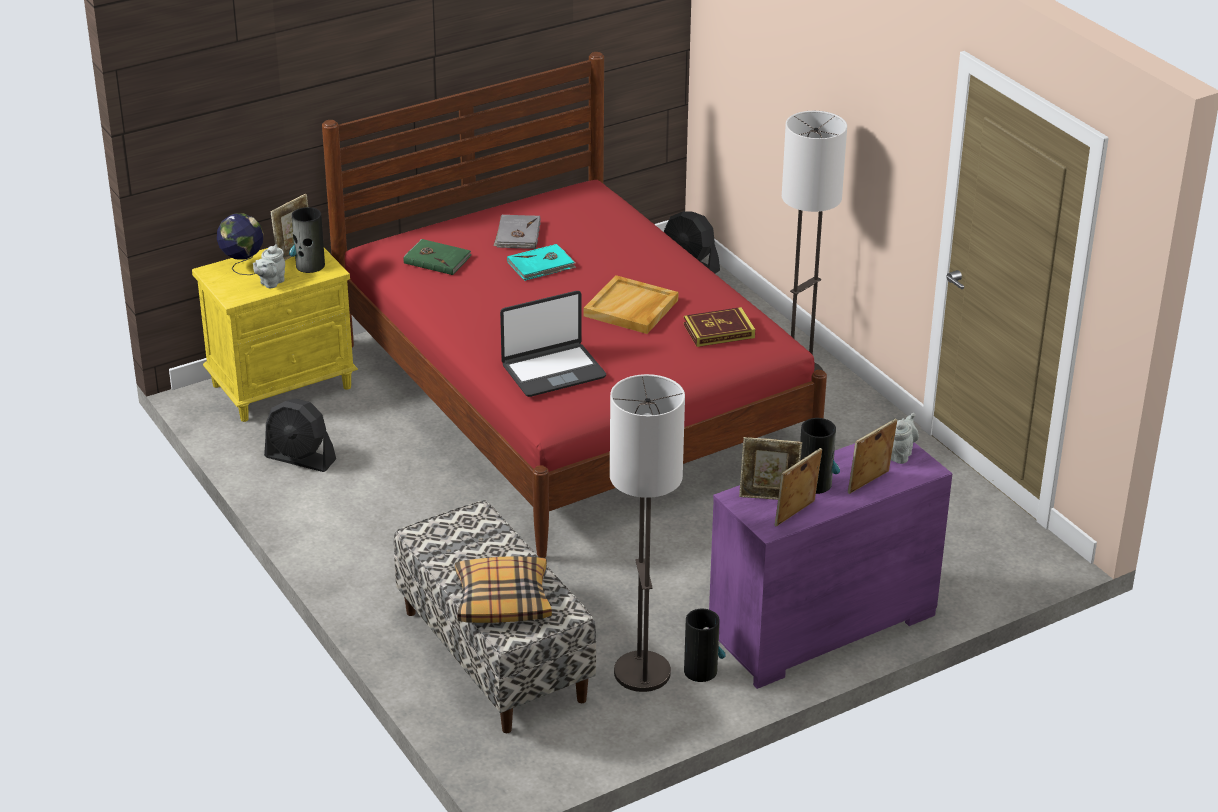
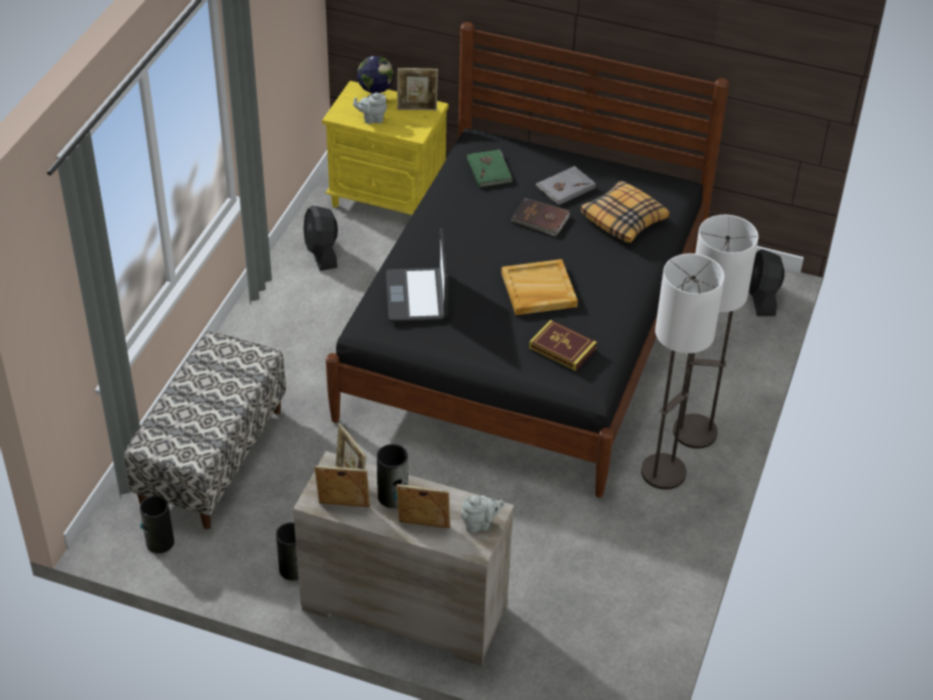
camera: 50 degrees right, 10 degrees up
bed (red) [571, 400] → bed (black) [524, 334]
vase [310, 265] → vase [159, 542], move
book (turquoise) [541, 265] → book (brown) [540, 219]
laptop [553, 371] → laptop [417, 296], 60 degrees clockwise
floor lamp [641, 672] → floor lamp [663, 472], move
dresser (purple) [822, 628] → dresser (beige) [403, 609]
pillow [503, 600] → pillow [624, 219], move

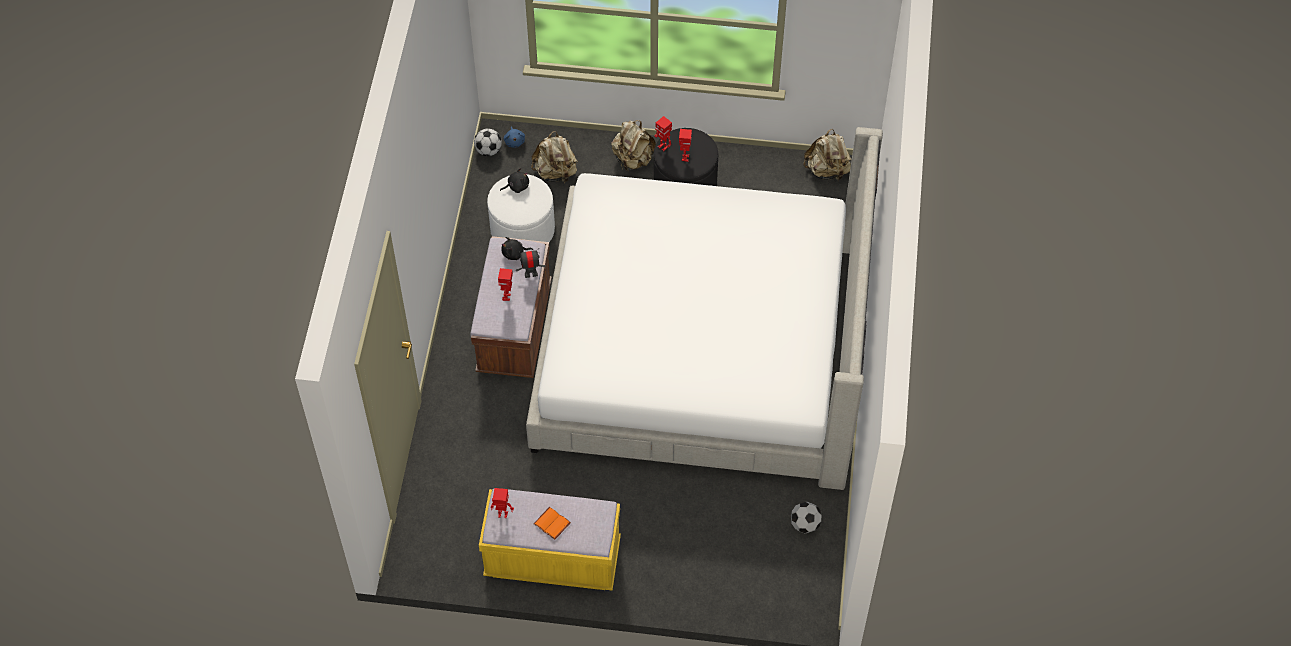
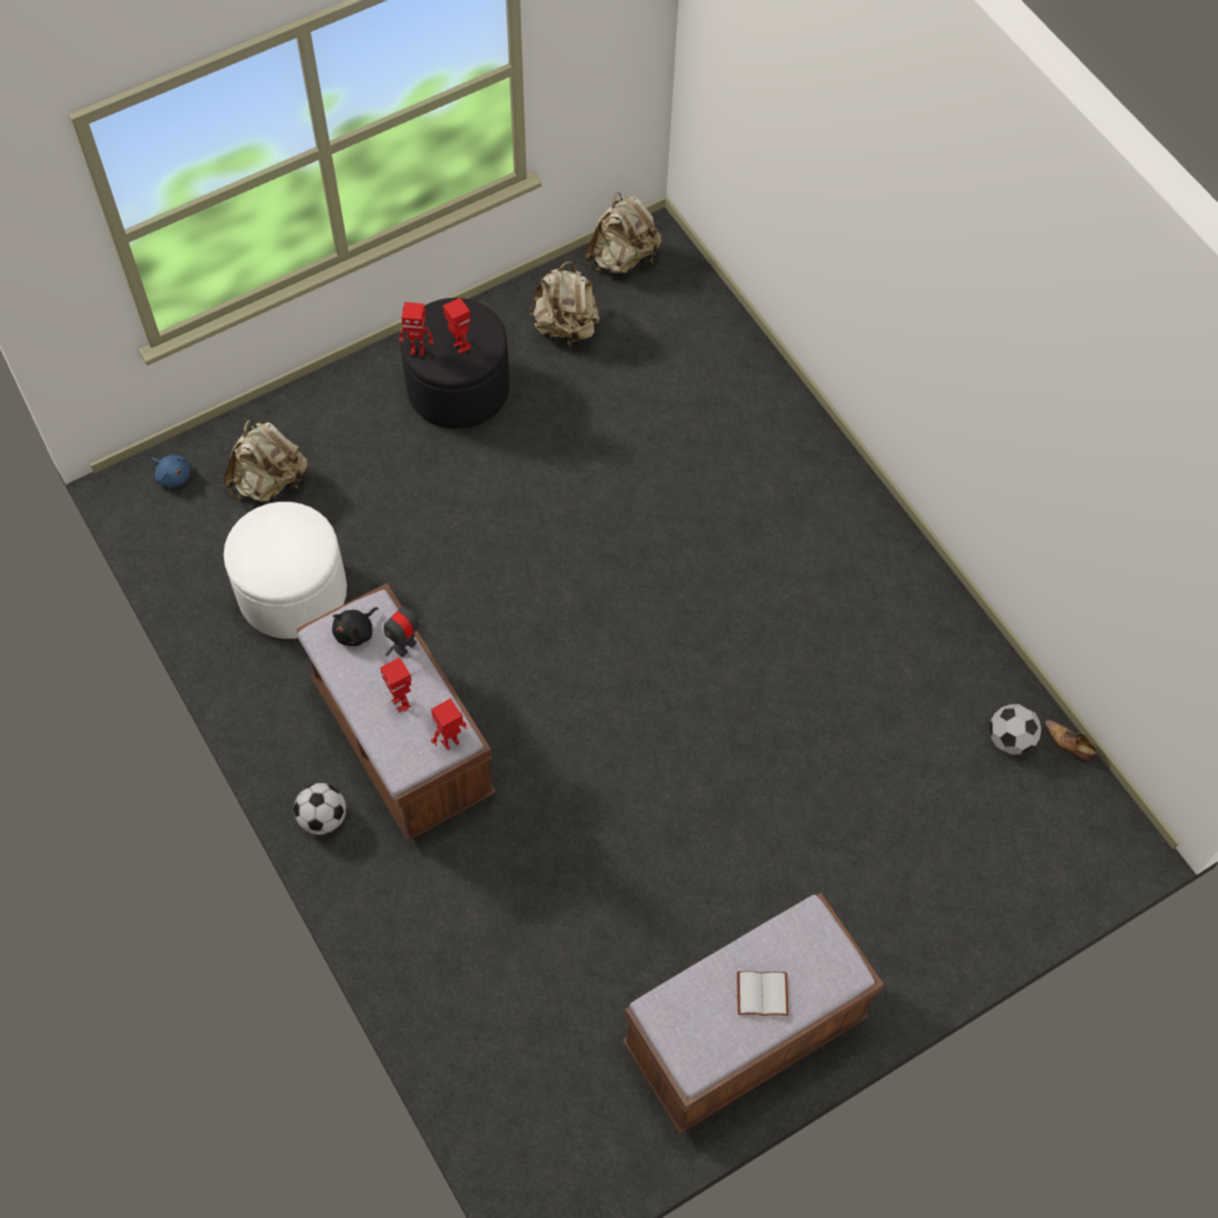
camera: 40 degrees left, 5 degrees up
backpack (beige) [633, 159] → backpack (beige) [566, 328], move
bed [702, 348] → -
football [488, 150] → football [323, 818], move
plush toy (black) [516, 186] → -
toy robot [502, 515] → toy robot [451, 743], move
bench (yellow) [552, 559] → bench (brown) [744, 1034]
book (orange) [553, 523] → book (white) [763, 992]
- → shoe [1068, 744]

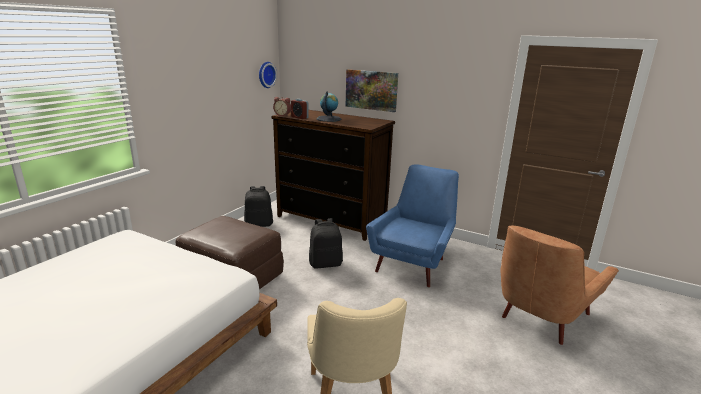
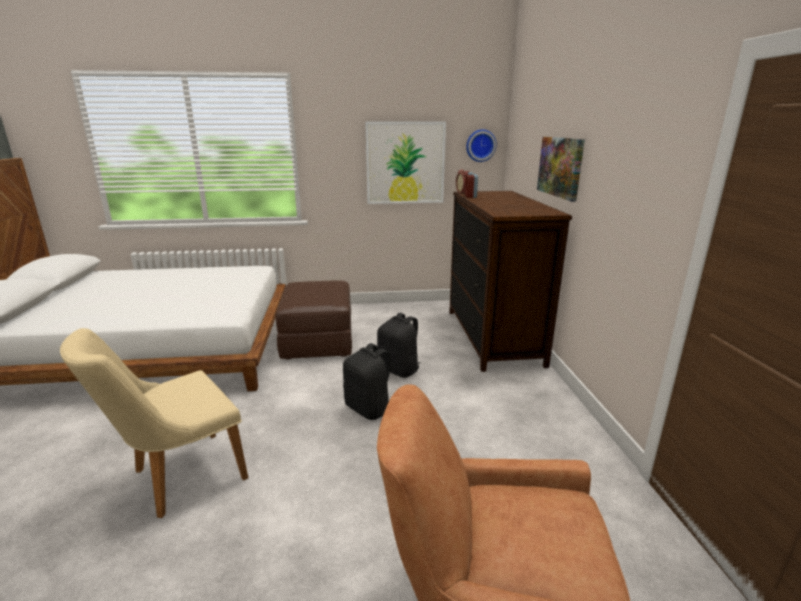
camera: 55 degrees right, 0 degrees up
globe [328, 119] → -
armchair (blue) [414, 262] → -
backpack (black) [259, 224] → backpack (black) [369, 408], move
- → picture [405, 163]

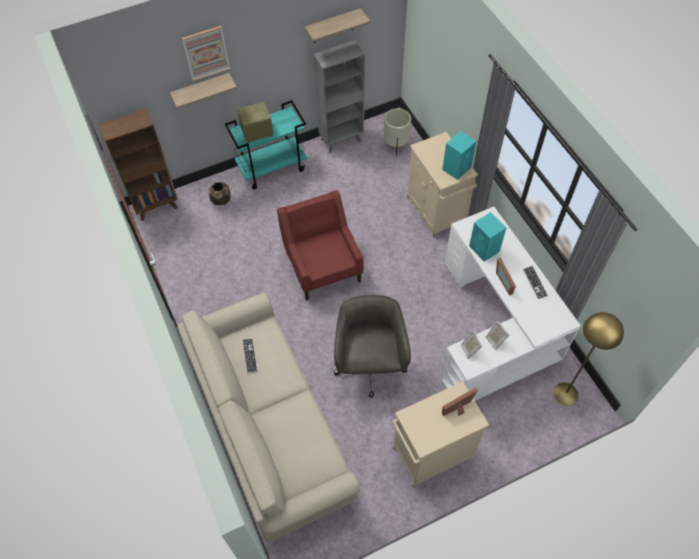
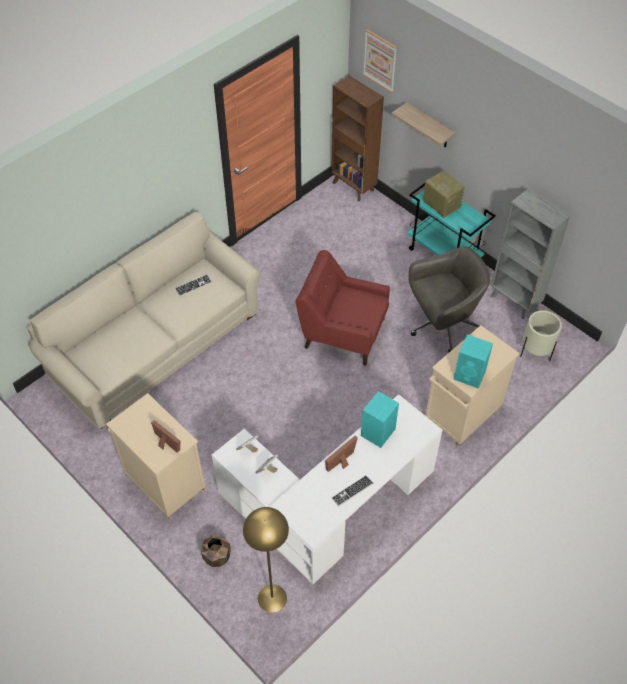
camera: 70 degrees right, 5 degrees down
shelf [333, 26] → -
picture [206, 53] → picture [380, 60], move
planter (brown) [221, 200] → planter (brown) [216, 556], move
armchair (red) [323, 266] → armchair (red) [343, 332], 120 degrees counterclockwise
office chair (grey) [370, 365] → office chair (grey) [442, 325], move

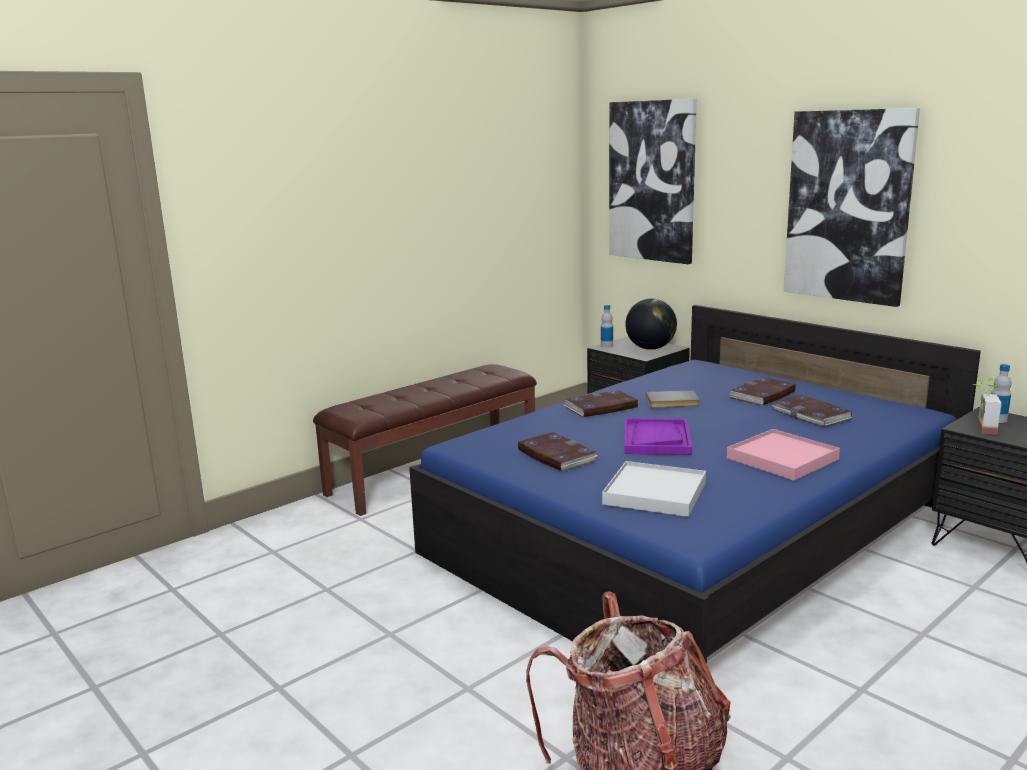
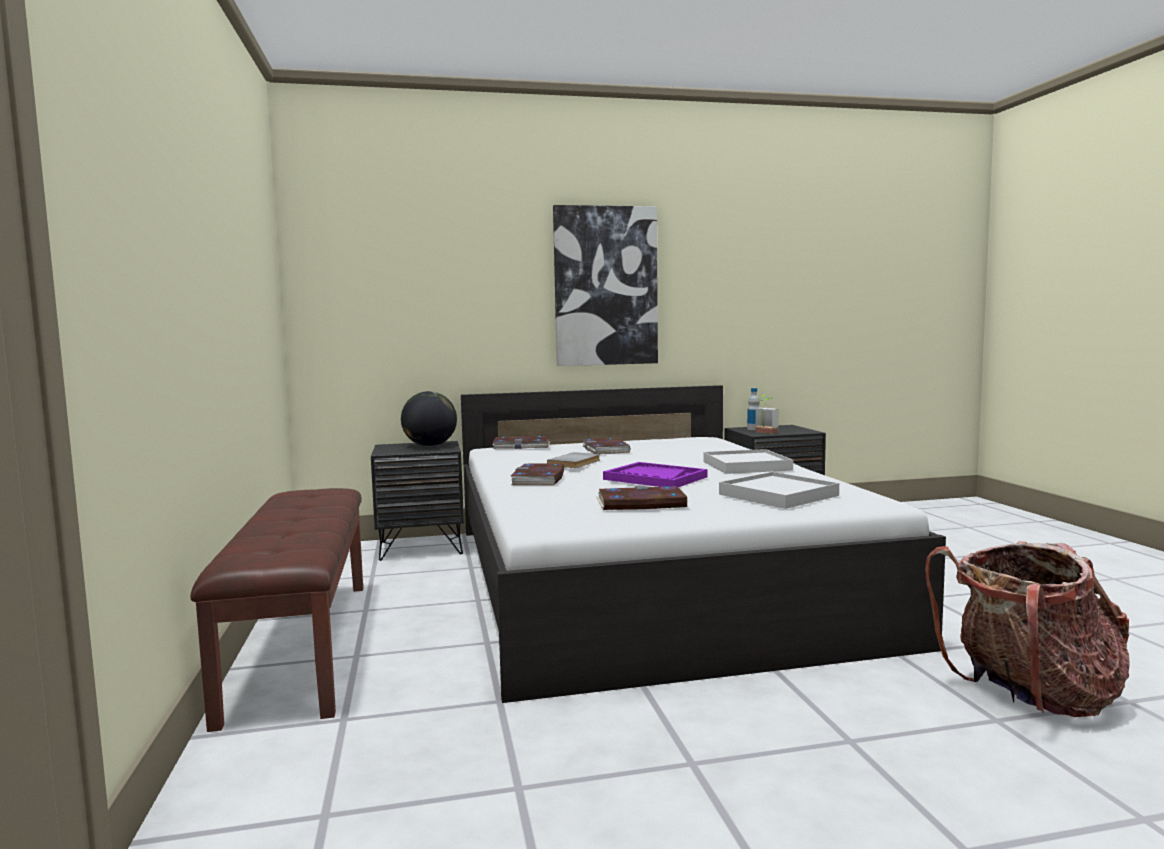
camera: 60 degrees left, 10 degrees down
picture [652, 181] → -
bed (blue) [693, 533] → bed (white) [646, 579]
bottle [607, 346] → -
book [811, 414] → book [522, 446], move
tray (pink) [782, 458] → tray (white) [746, 466]

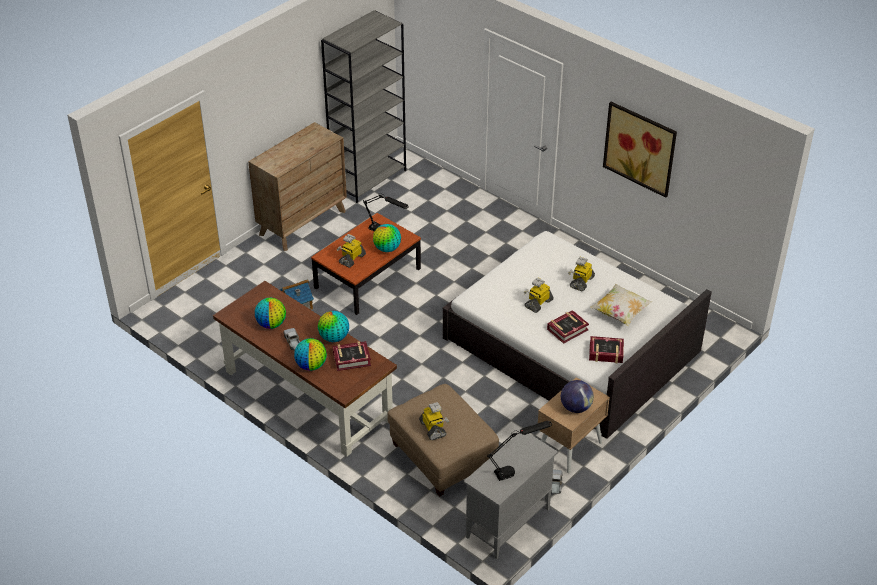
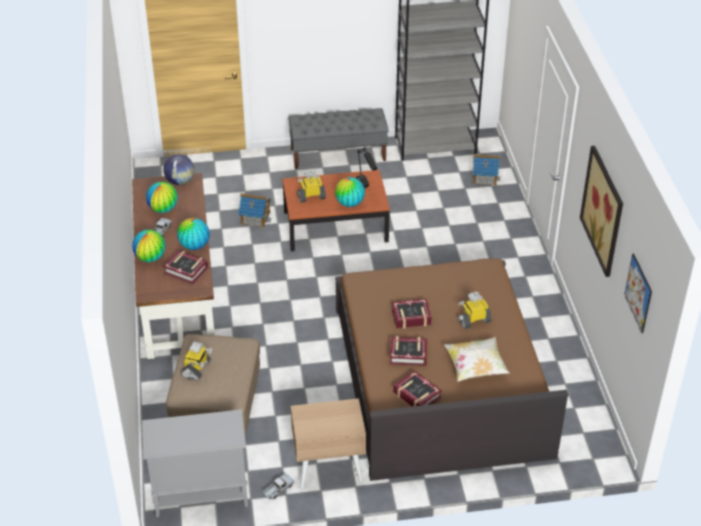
camera: 40 degrees right, 0 degrees up
dresser (brown) [302, 222] → bench (grey) [338, 154]
bed (white) [571, 345] → bed (brown) [439, 380]
toy robot [538, 303] → book [411, 317]
globe [576, 407] → globe [180, 181], move
table lamp (black) [517, 469] → -
- → toy house [484, 177]
- → picture [638, 293]

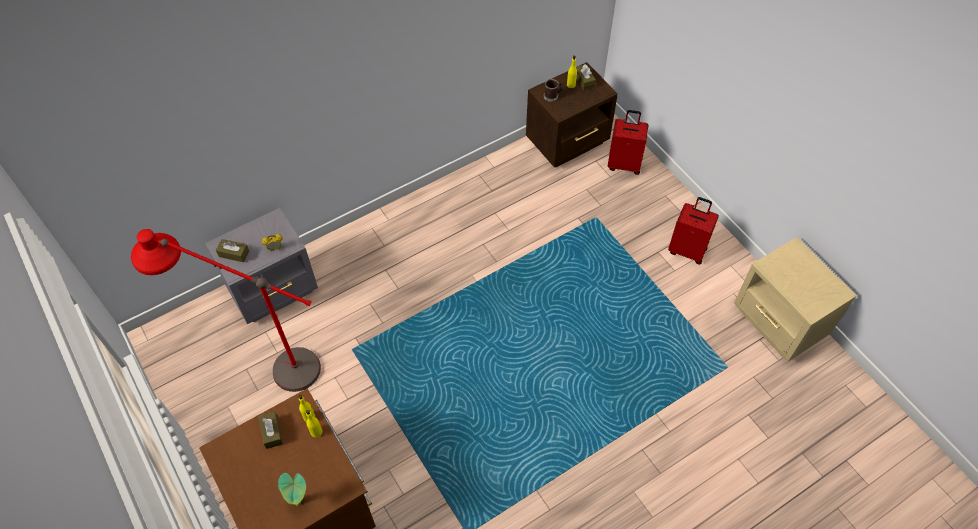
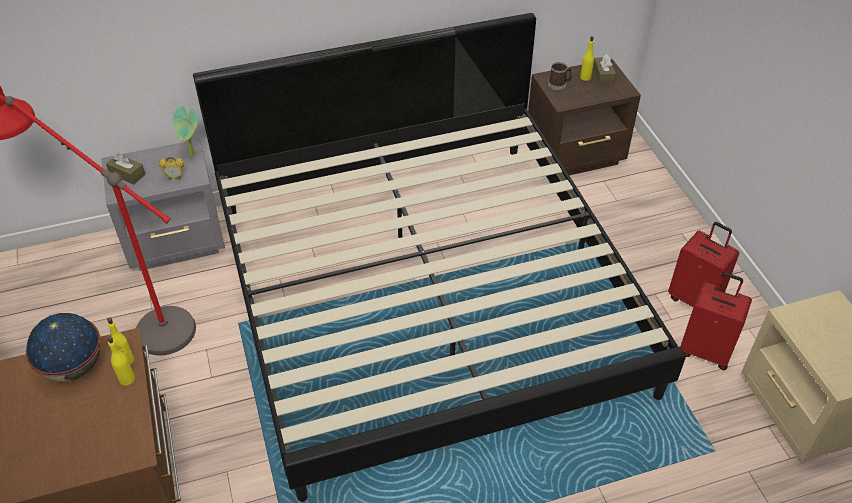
camera: 15 degrees right, 10 degrees down
suitcase (red) [624, 164] → suitcase (red) [706, 350], move
tissue box (brown) [272, 432] → globe [74, 367]
potted plant [300, 502] → potted plant [192, 155], move
- → bed [425, 294]

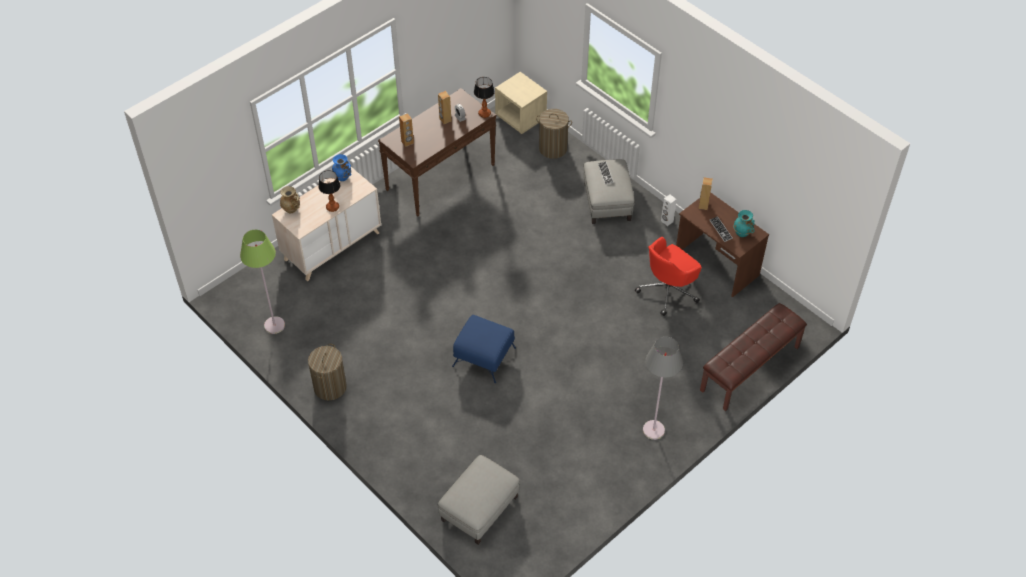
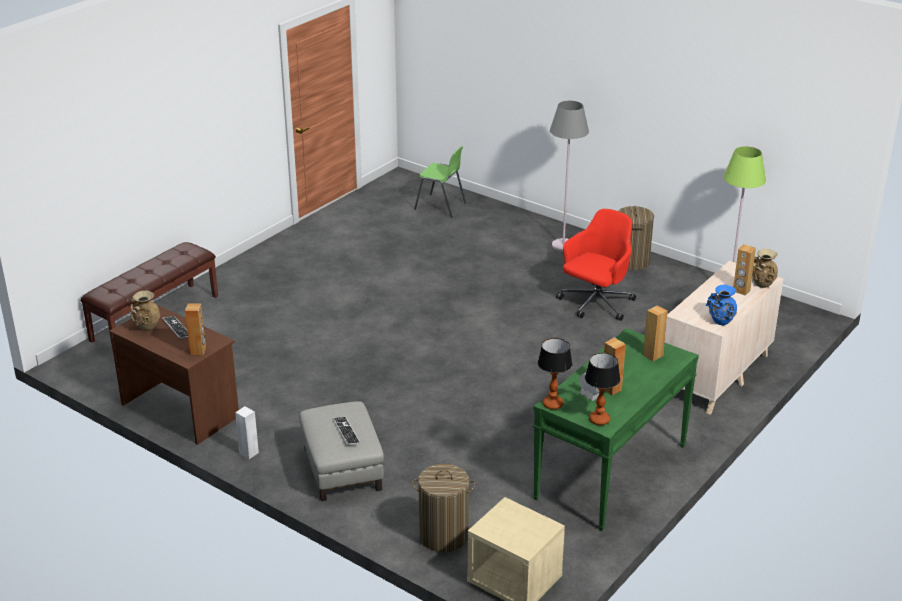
camera: 170 degrees right, 20 degrees down
console table (brown) [440, 177] → console table (green) [611, 472]
table lamp [333, 207] → table lamp [599, 420], move
vase (turquoise) [742, 233] → vase (beige) [146, 328]
office chair (red) [668, 290] → office chair (red) [595, 304], move
ottoman (blue) [484, 356] → -
floor lamp (grey) [653, 430] → floor lamp (grey) [563, 245], move
ottoman (grey) [479, 508] → chair (green) [440, 206]
- → speaker (brown) [741, 291]

